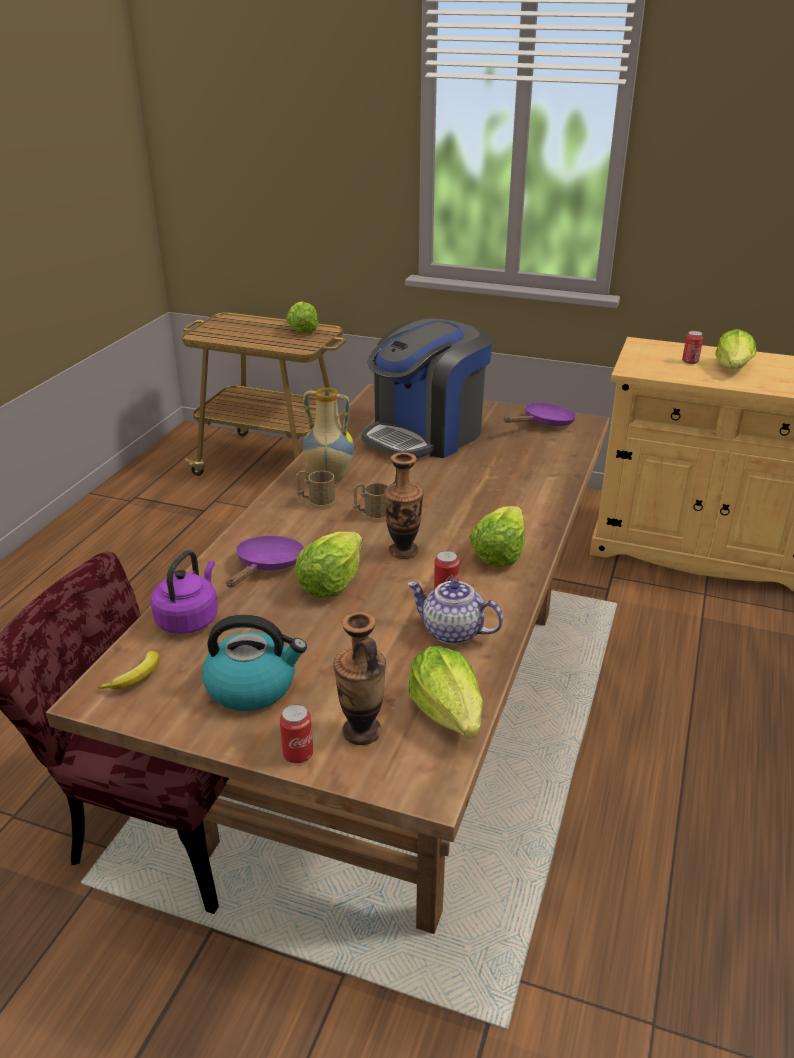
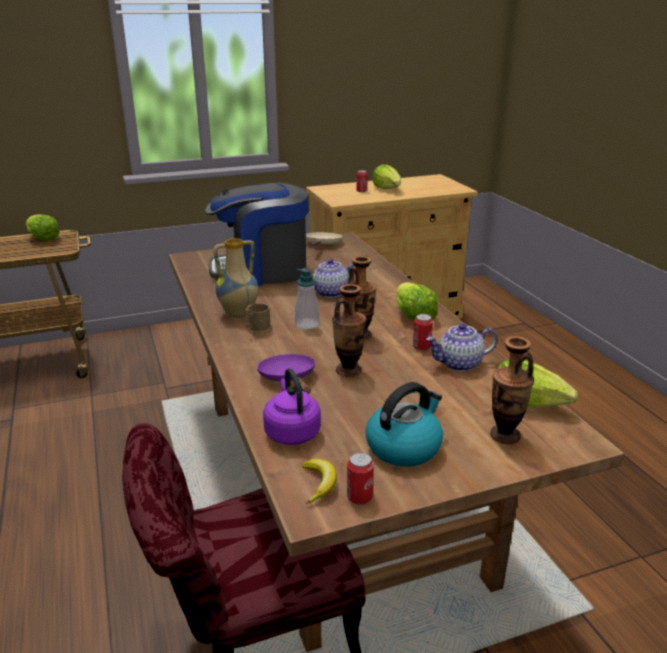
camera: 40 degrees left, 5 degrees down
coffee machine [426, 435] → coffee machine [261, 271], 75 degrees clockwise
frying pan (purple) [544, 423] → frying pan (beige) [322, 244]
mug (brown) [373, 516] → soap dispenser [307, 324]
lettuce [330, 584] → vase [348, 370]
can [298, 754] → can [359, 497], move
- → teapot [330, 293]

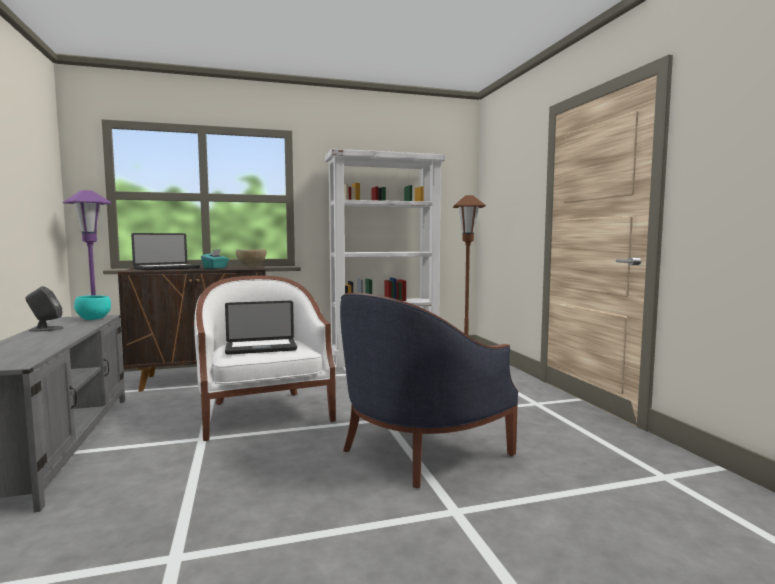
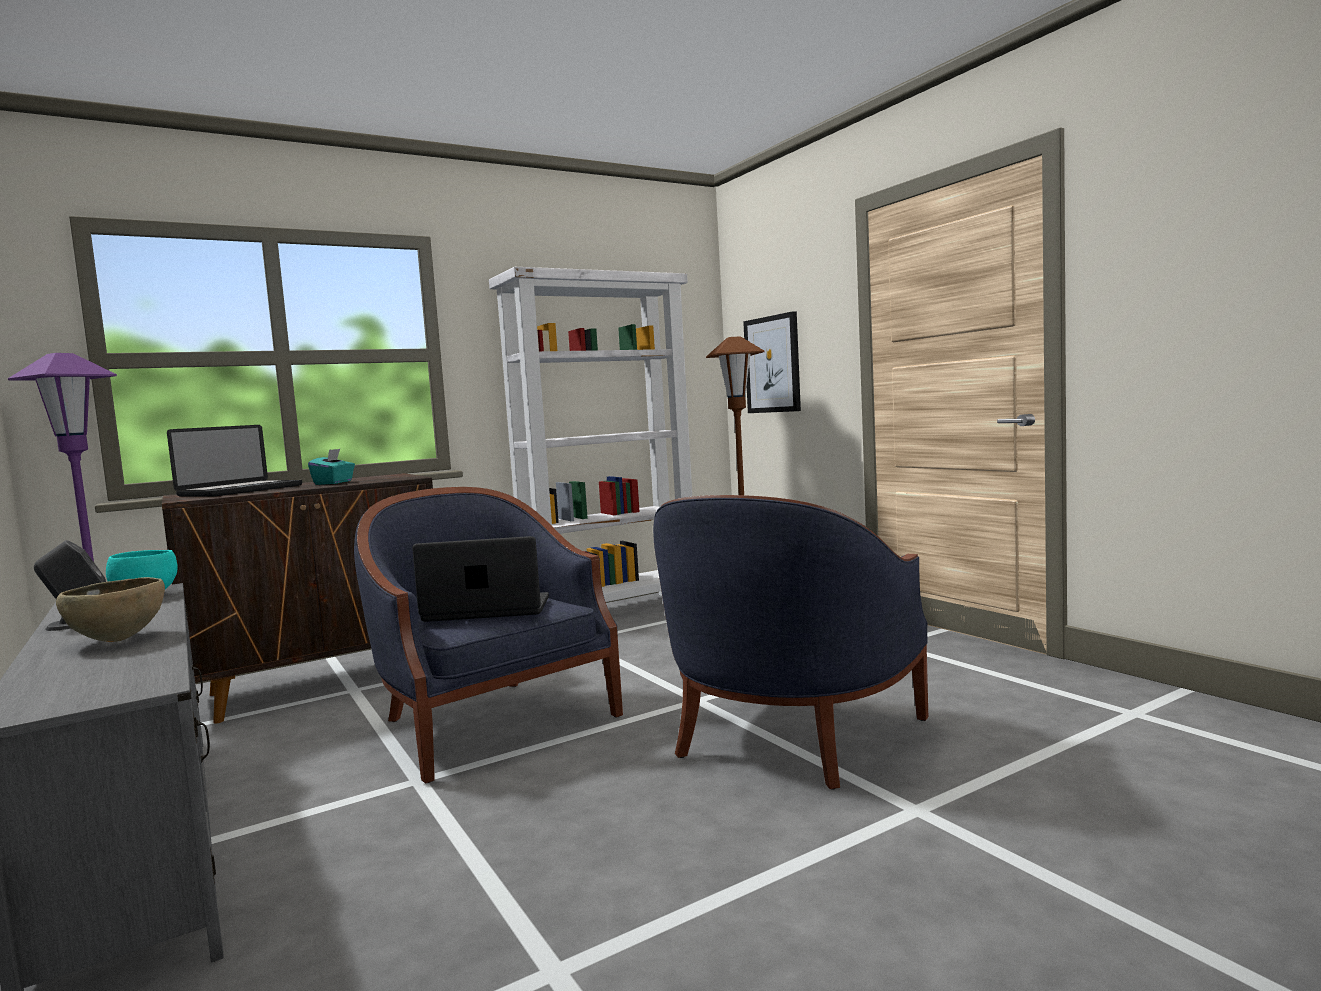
camera: 15 degrees left, 0 degrees up
bowl (brown) [251, 267] → bowl (brown) [119, 640], move
armchair (white) [265, 413] → armchair (blue) [491, 722]
laptop [261, 348] → laptop [487, 610], 150 degrees counterclockwise
- → picture [773, 364]

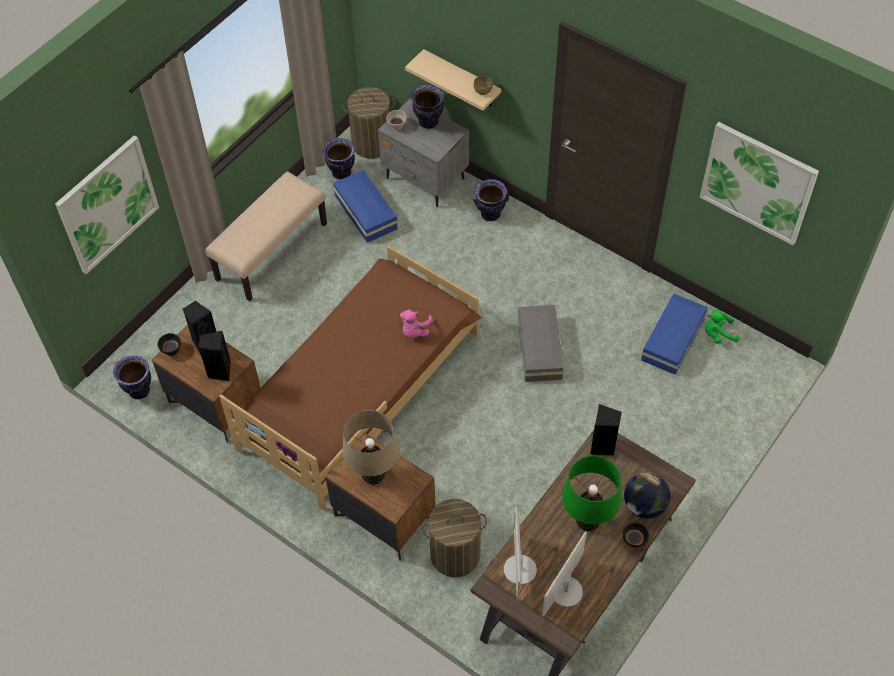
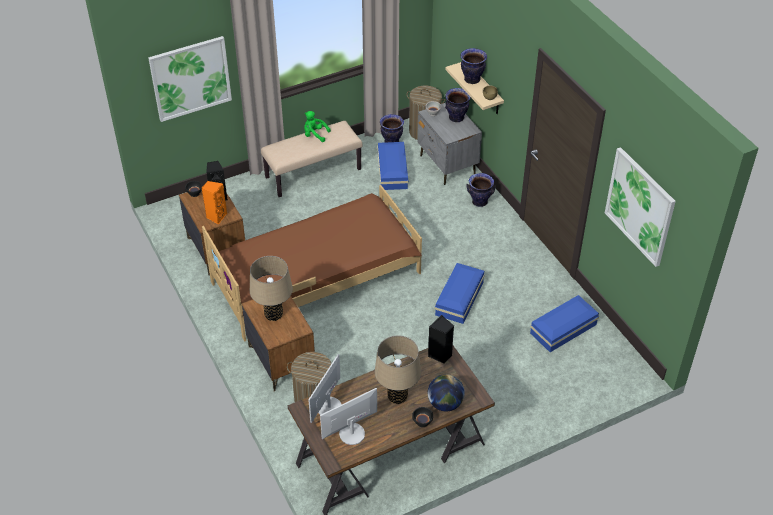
camera: 25 degrees right, 10 degrees down
storage box (grey) [538, 350] → storage box (blue) [458, 299]
plush toy (pink) [414, 331] → -
plush toy (green) [718, 334] → plush toy (green) [315, 135], move
speaker (black) [219, 371] → speaker (orange) [216, 216]
vase [139, 391] → vase [471, 79], move
table lamp (green) [587, 521] → table lamp (beige) [397, 397]

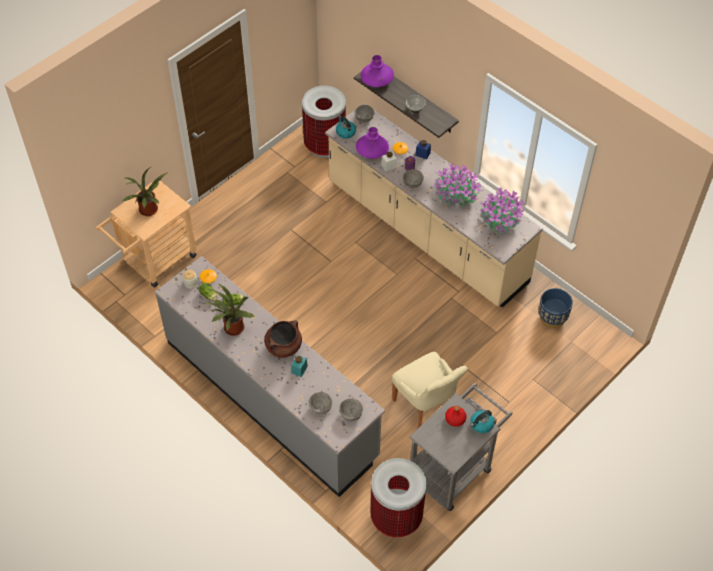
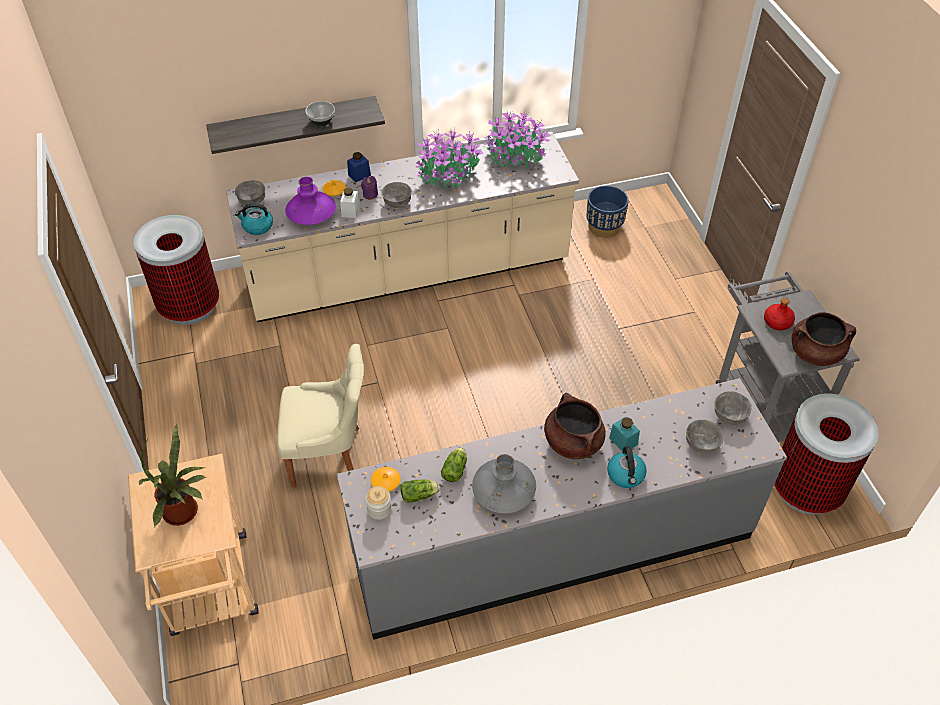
camera: 60 degrees left, 5 degrees down
vase (purple) [377, 79] → -
potted plant [232, 329] → vase (grey) [503, 491]
chair (beige) [426, 406] → chair (beige) [329, 455], move
kettle [481, 425] → kettle [626, 475], move
- → cooking pot (brown) [815, 353]

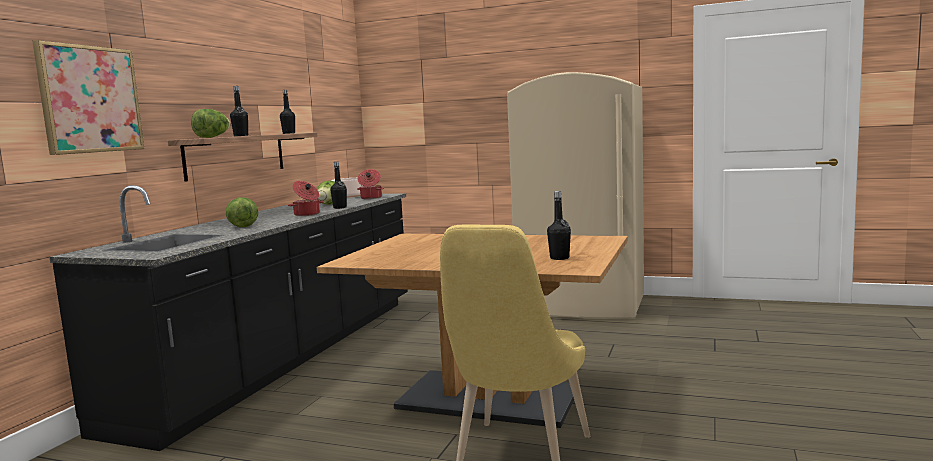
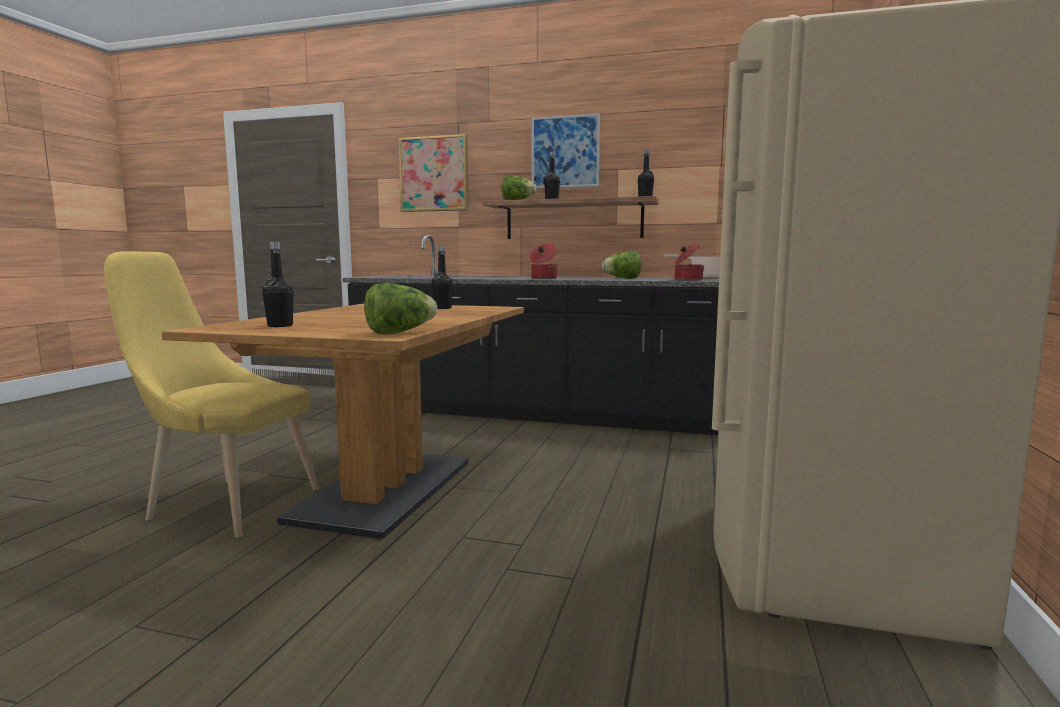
camera: 85 degrees right, 0 degrees up
bottle (black) [340, 208] → bottle (black) [442, 308], move
lettuce [241, 226] → lettuce [399, 332], move
- → picture [565, 151]

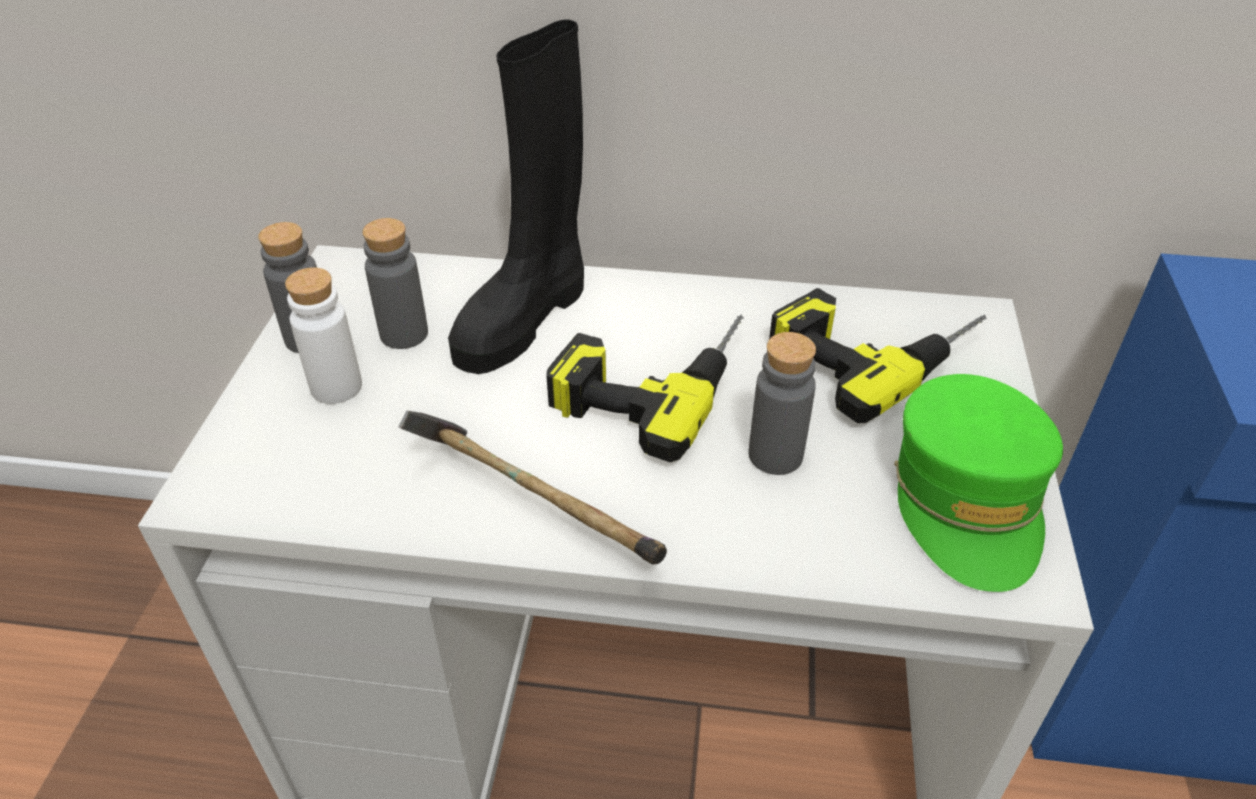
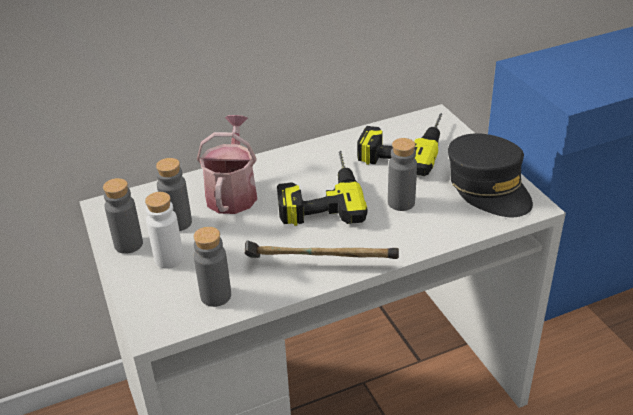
camera: 30 degrees left, 5 degrees down
boot (black) [524, 318] → watering can [232, 192]
cap (green) [968, 499] → cap (black) [488, 187]
- → bottle (grey) [216, 296]

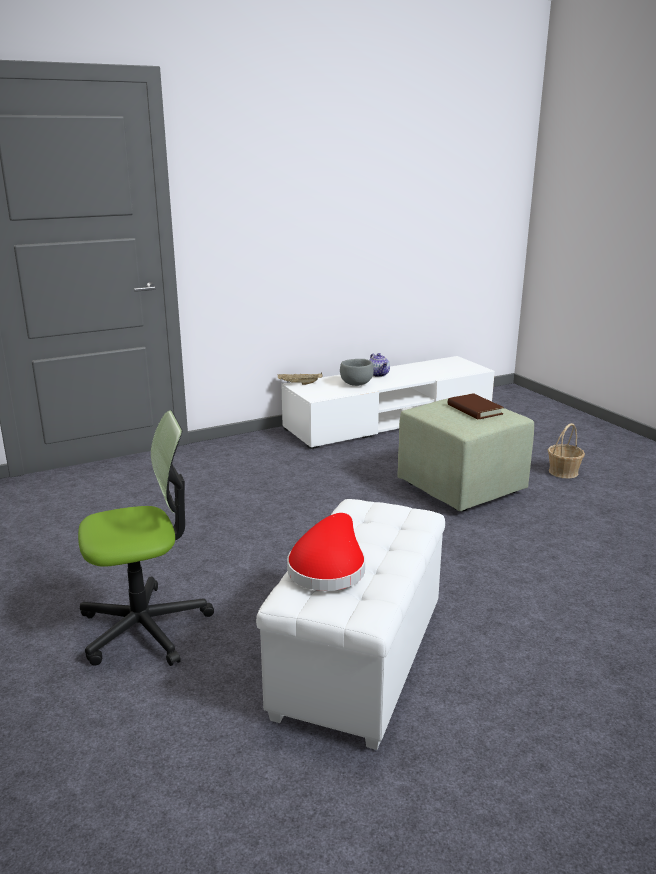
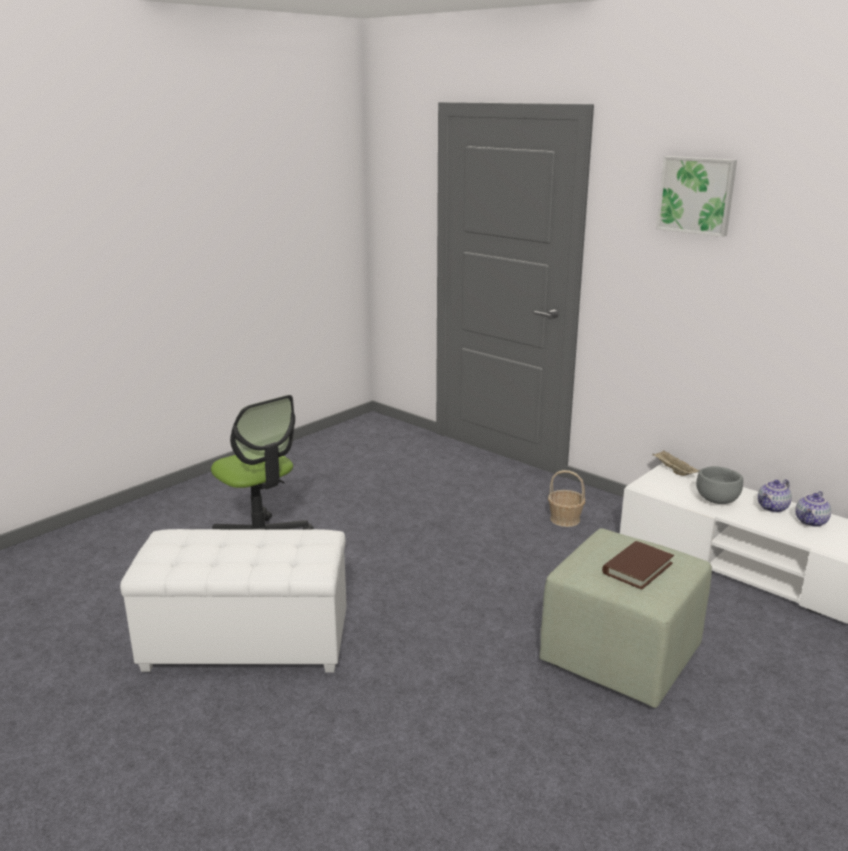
camera: 70 degrees right, 0 degrees up
basket [563, 472] → basket [565, 519], move
hat (red) [328, 567] → -
- → picture [696, 195]
- → teapot [811, 522]

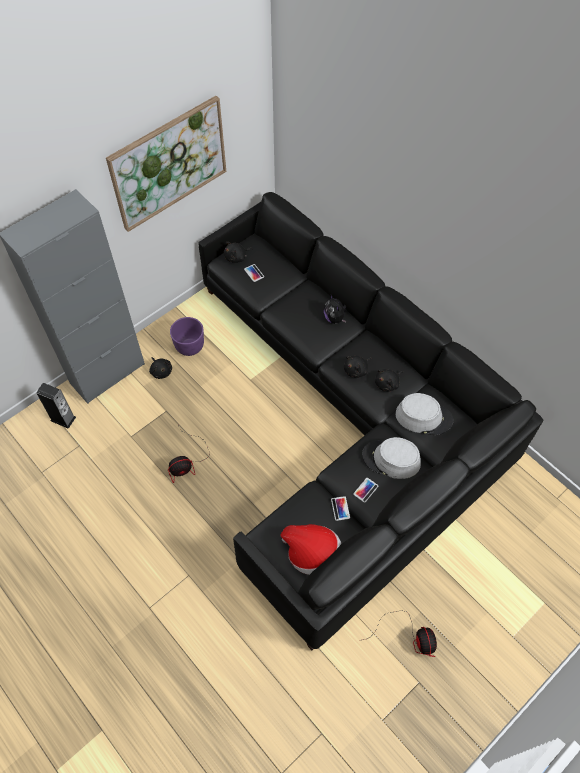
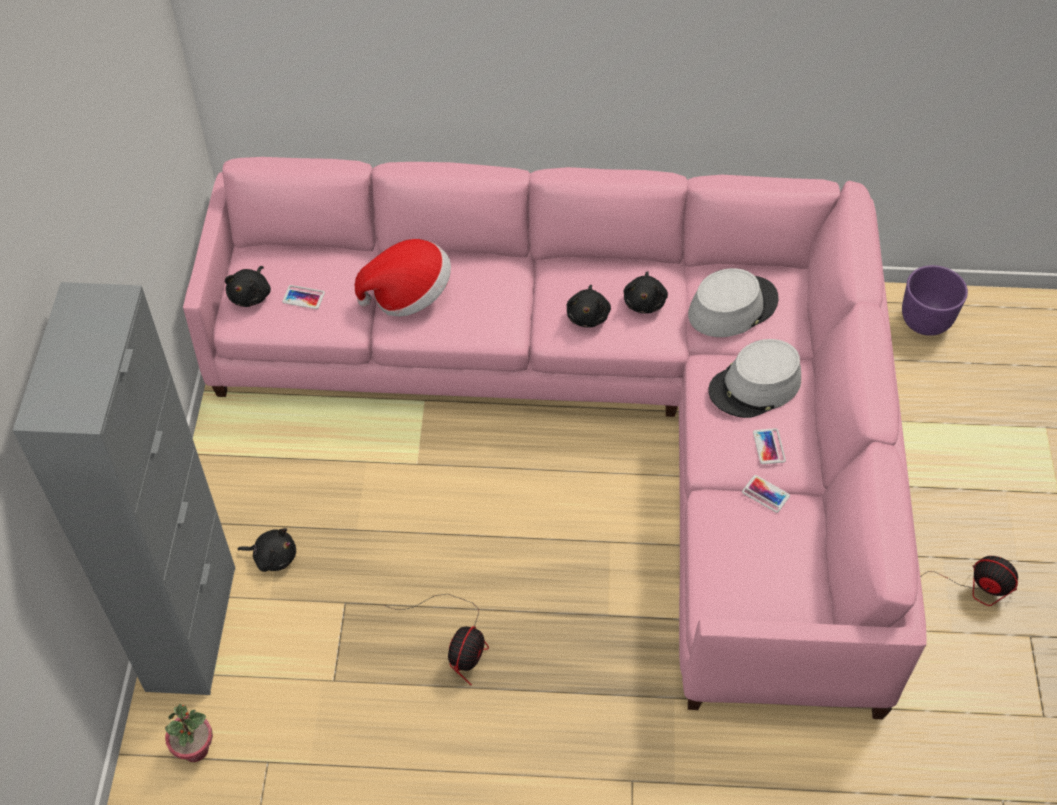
camera: 45 degrees left, 5 degrees down
picture [169, 163] → -
sofa (black) [349, 421] → sofa (pink) [607, 409]
plush toy [334, 318] → -
planter (purple) [190, 346] → planter (purple) [924, 321], move
speaker [63, 418] → potted plant [195, 749]
hat [312, 553] → hat [408, 295], move

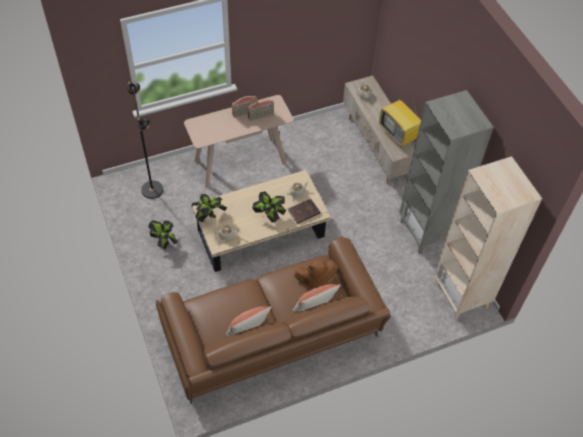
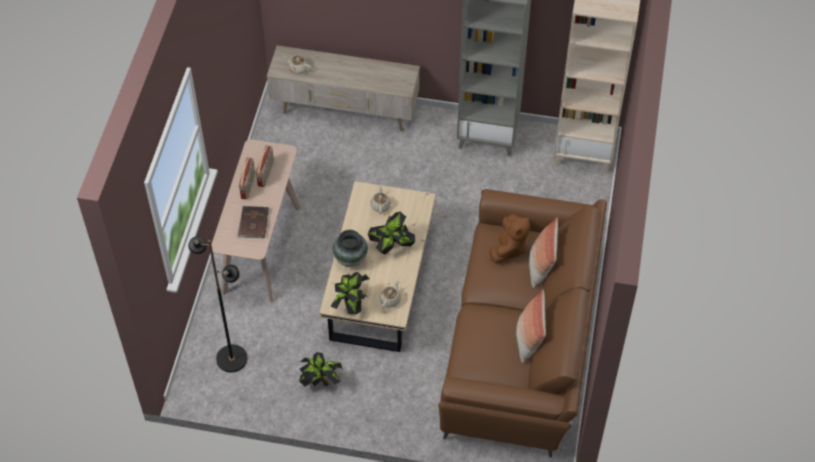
camera: 55 degrees left, 0 degrees up
television [399, 135] → -
book (brown) [303, 211] → book (brown) [253, 223], move
- → vase [351, 259]

